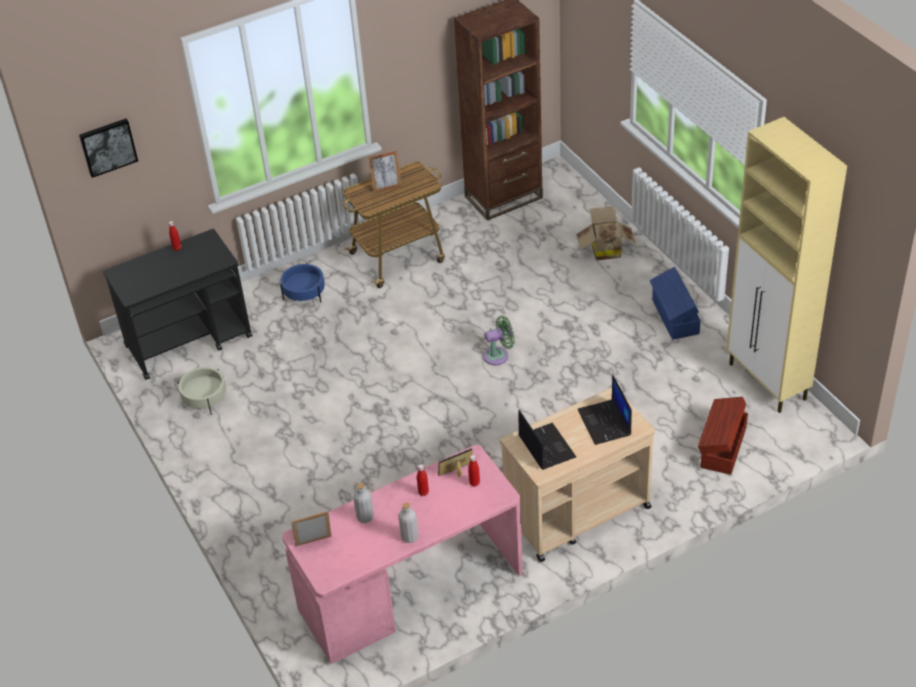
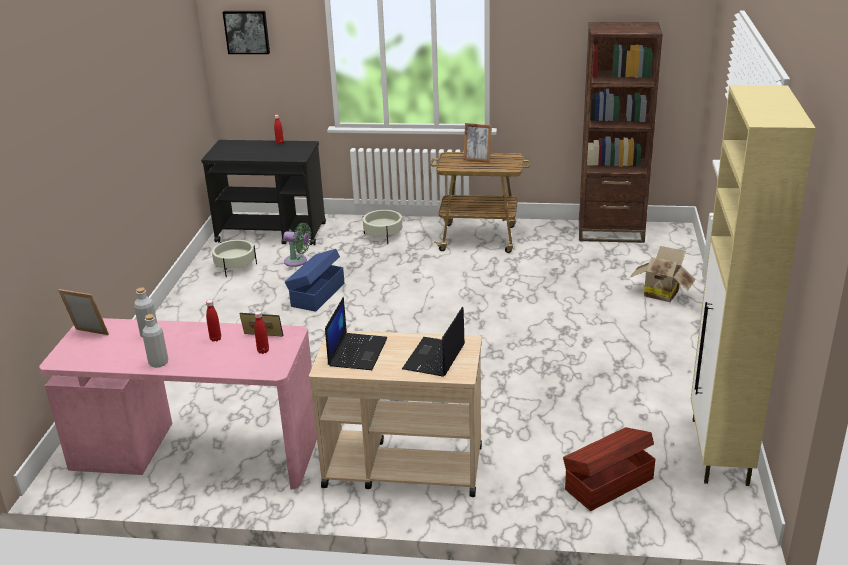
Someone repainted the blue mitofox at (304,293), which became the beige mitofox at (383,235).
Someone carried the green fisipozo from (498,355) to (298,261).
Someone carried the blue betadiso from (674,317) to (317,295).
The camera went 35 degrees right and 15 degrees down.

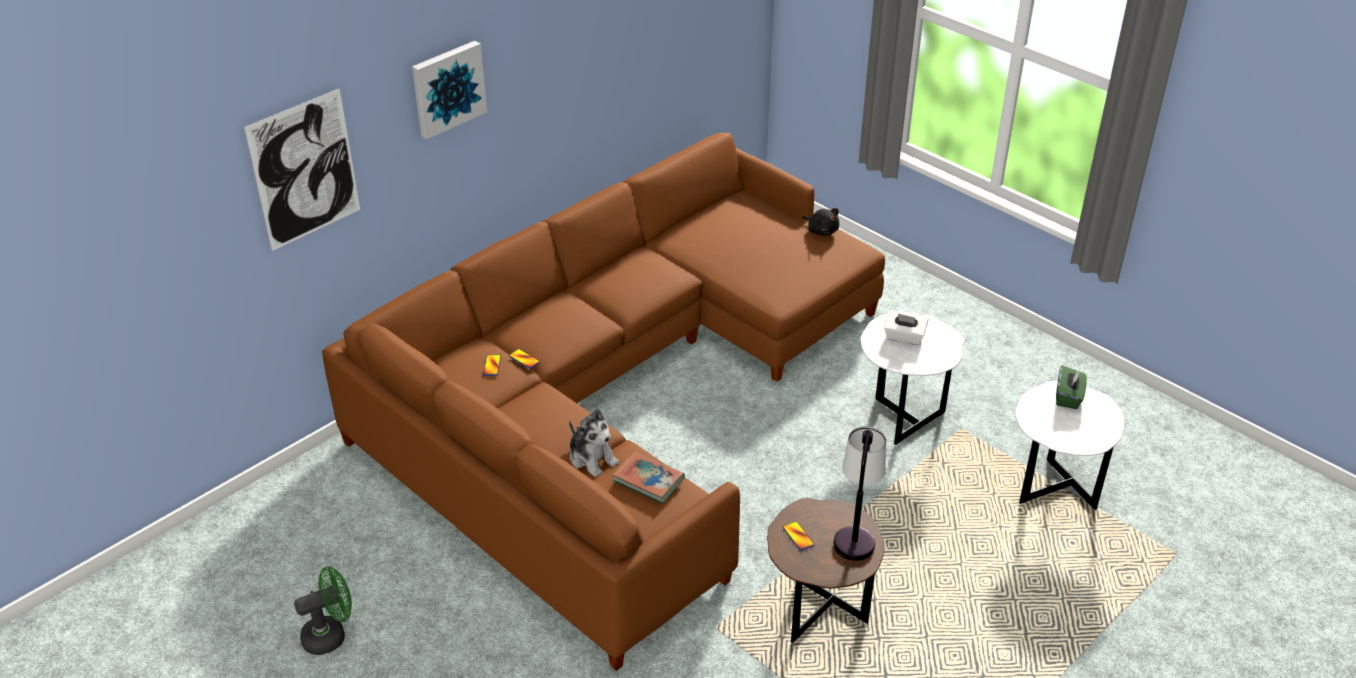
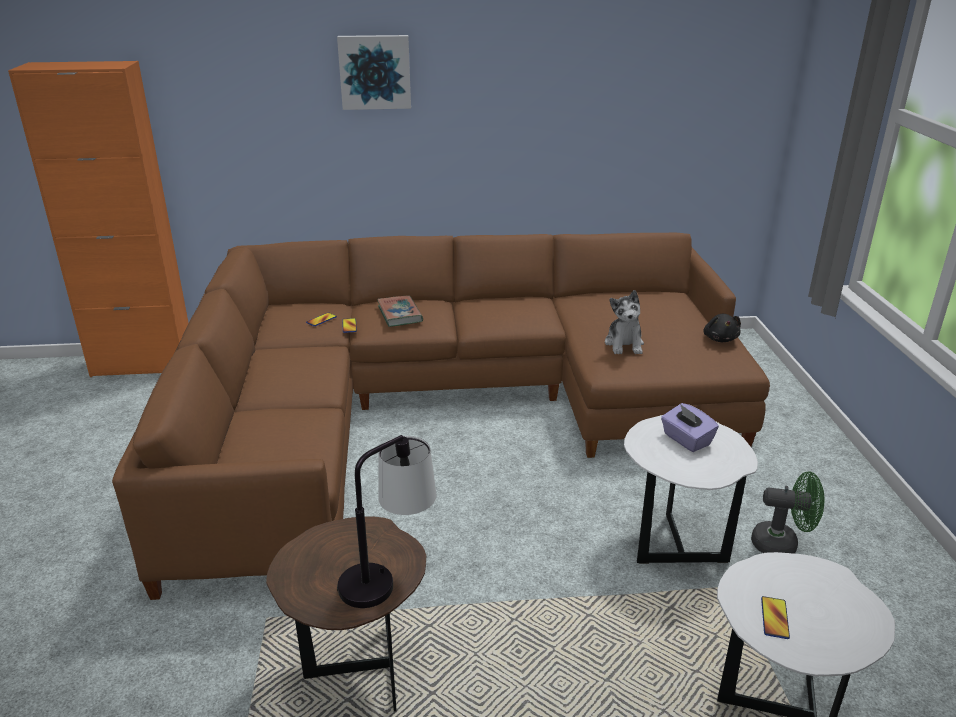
Someone took away the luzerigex at (305,170).
Someone carried the green fisipozo from (331,635) to (782,544).
Someone carried the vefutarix from (592,458) to (624,344).
Someone carried the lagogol from (648,480) to (399,314).
Someone carried the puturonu from (798,536) to (774,618).
Someone repainted the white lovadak at (904,337), which became the purple lovadak at (686,440).
Someone took away the green lovadak at (1068,397).
Someone put down the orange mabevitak at (143,365).
The camera went 40 degrees right and 10 degrees down.

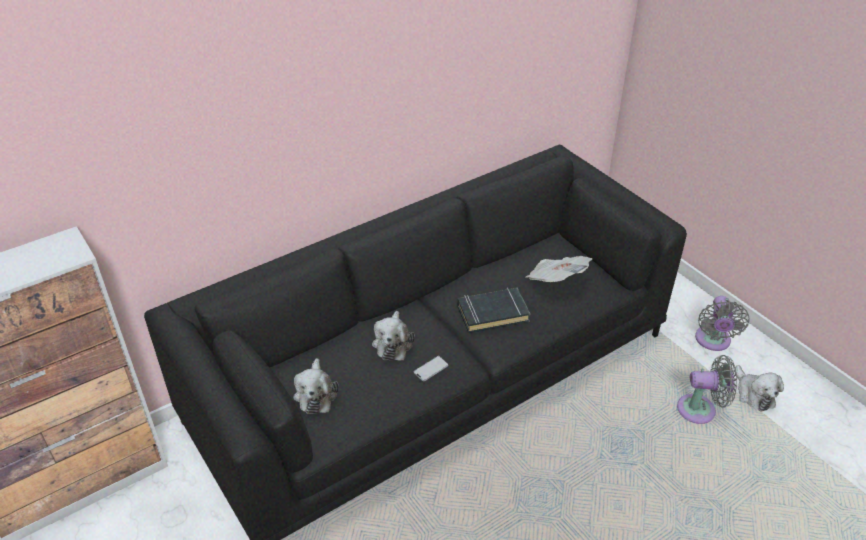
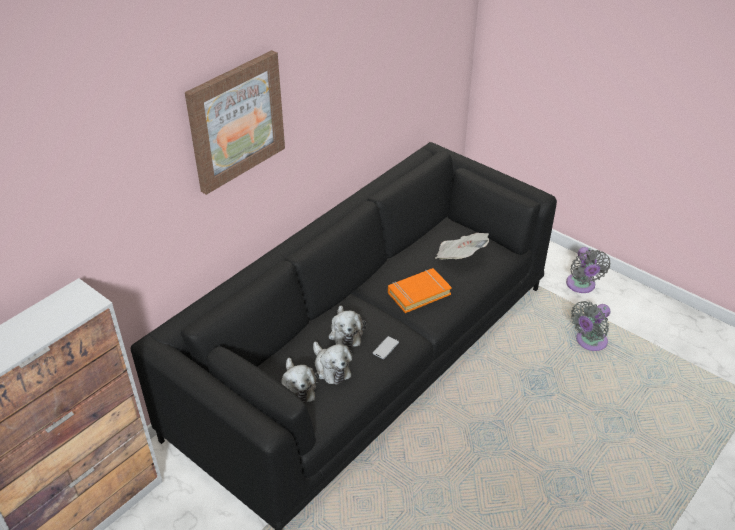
Someone repainted the black lagogol at (492,313), which became the orange lagogol at (418,293).
Someone rotated the grey fisipozo at (700,410) by 150 degrees clockwise.
Someone carried the vefutarix from (753,394) to (331,368).
Someone put up the luzerigex at (236,121).
The camera went 15 degrees left and 0 degrees up.

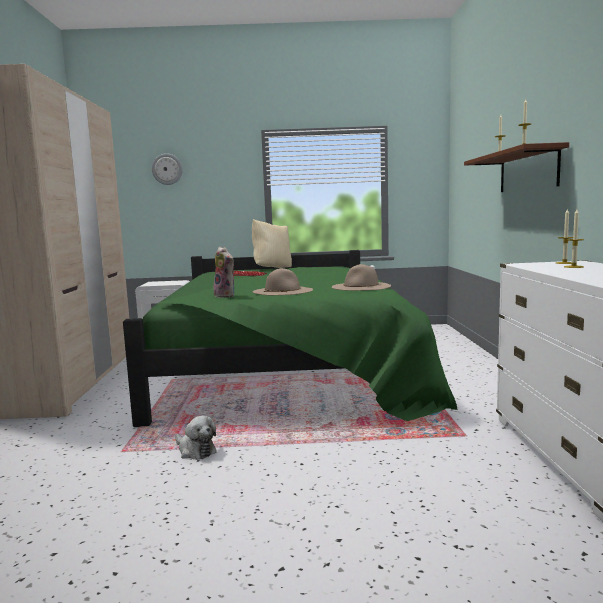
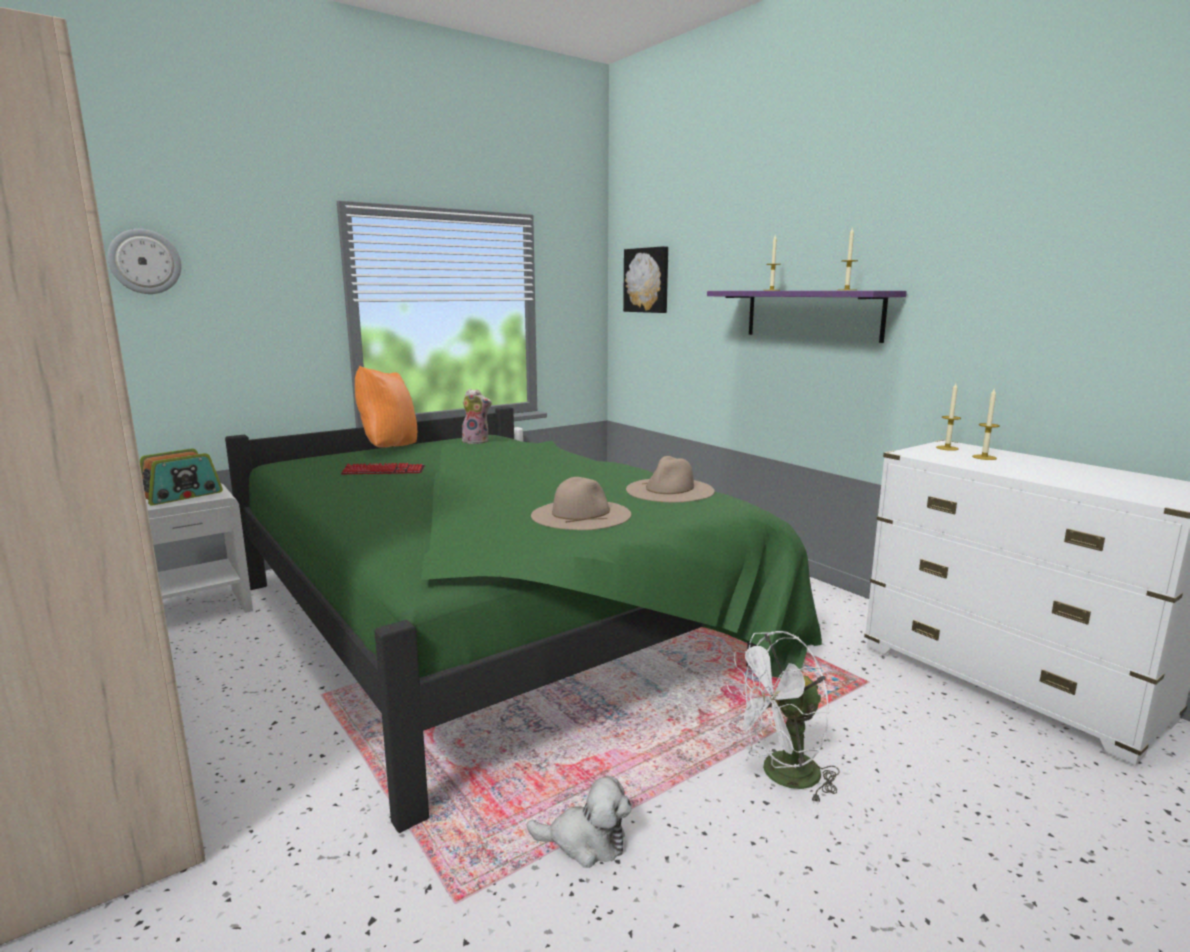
Someone carried the vefutarix from (226,296) to (477,441).
Someone repainted the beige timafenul at (272,268), which became the orange timafenul at (388,448).
Someone repainted the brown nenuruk at (527,171), which became the purple nenuruk at (812,314).
Someone put down the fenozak at (181,495).
Someone put up the luzerigex at (647,280).
Someone put down the white fisipozo at (781,776).
The camera went 35 degrees left and 5 degrees up.

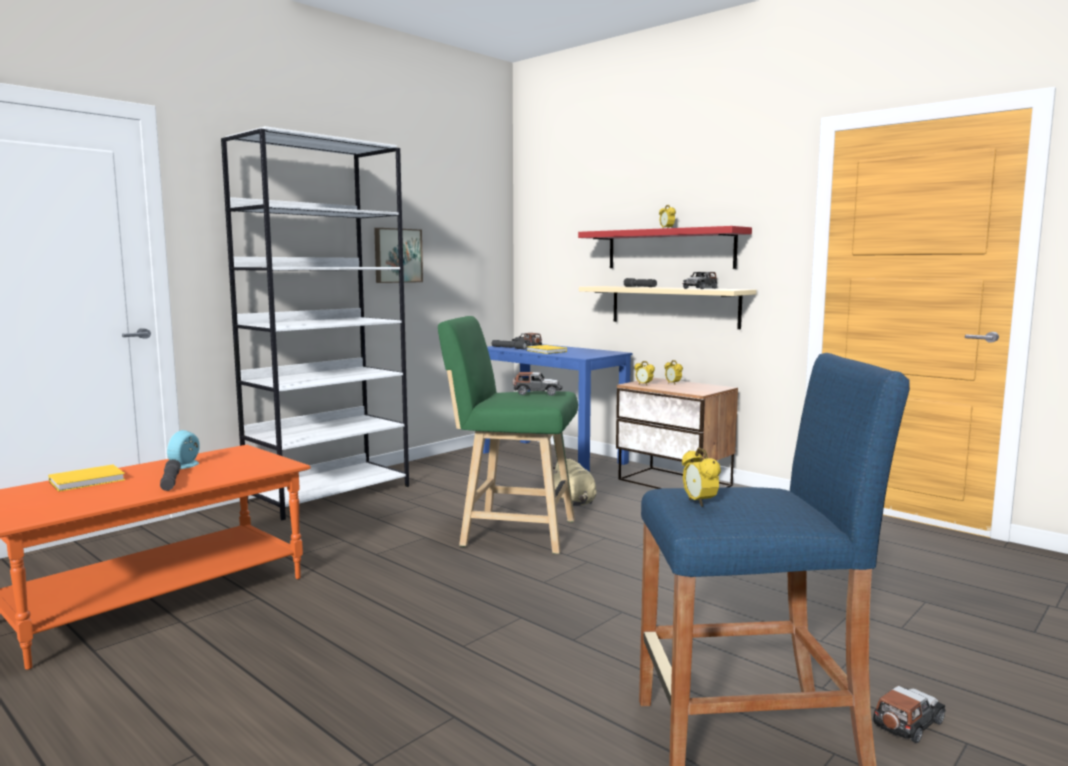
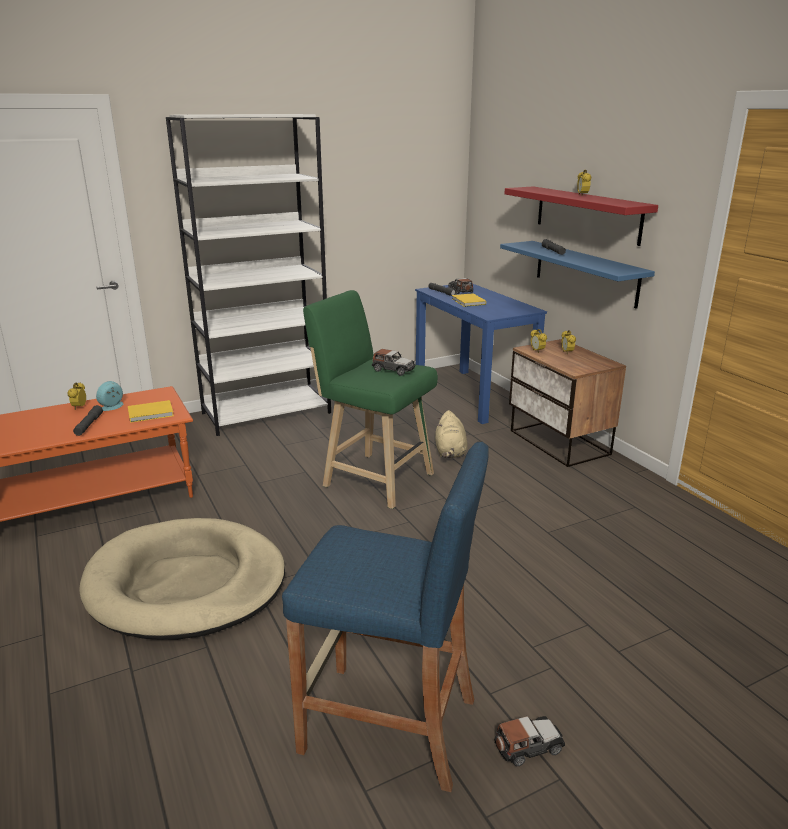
Someone carried the yellow lagogol from (89,481) to (152,413).
Someone took away the luzerigex at (397,255).
Someone repainted the beige nenuruk at (674,306), which became the blue nenuruk at (585,273).
Someone carried the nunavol from (699,503) to (79,407).
Someone took away the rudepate at (700,288).
Someone put down the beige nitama at (186,584).
The camera went 20 degrees right and 15 degrees up.

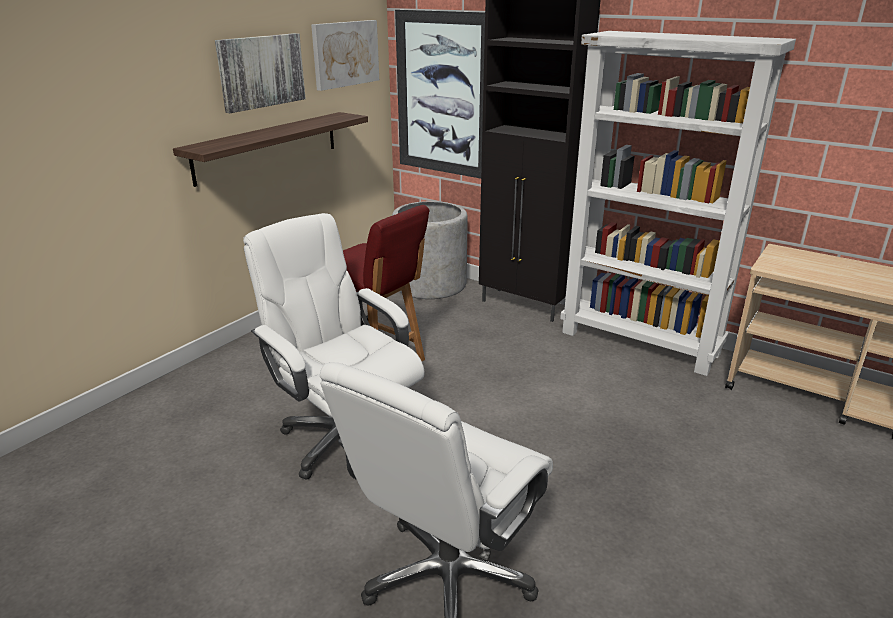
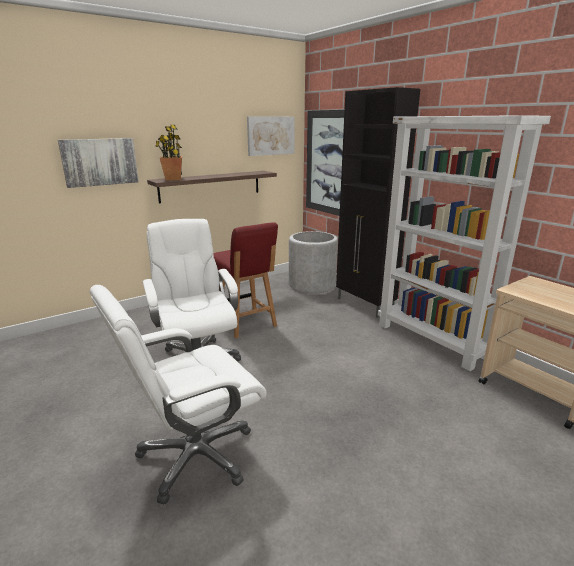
Someone carried the luzerigex from (261,71) to (100,162).
Someone put down the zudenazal at (173,179).
The camera went 20 degrees right and 5 degrees down.

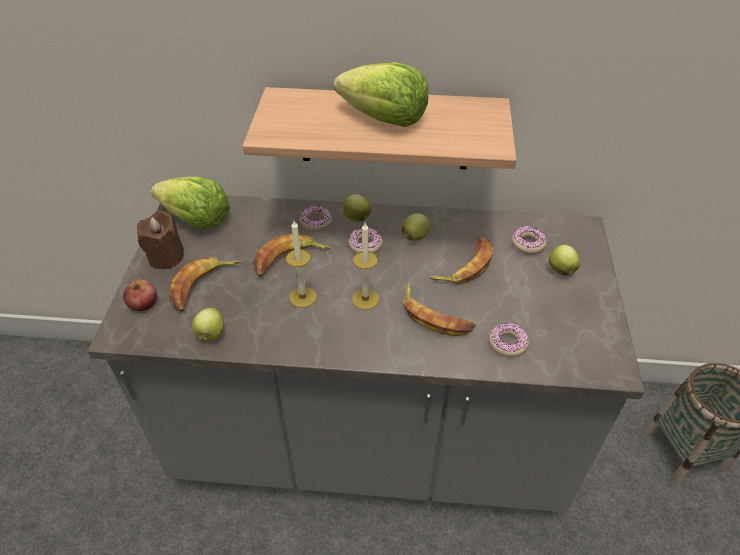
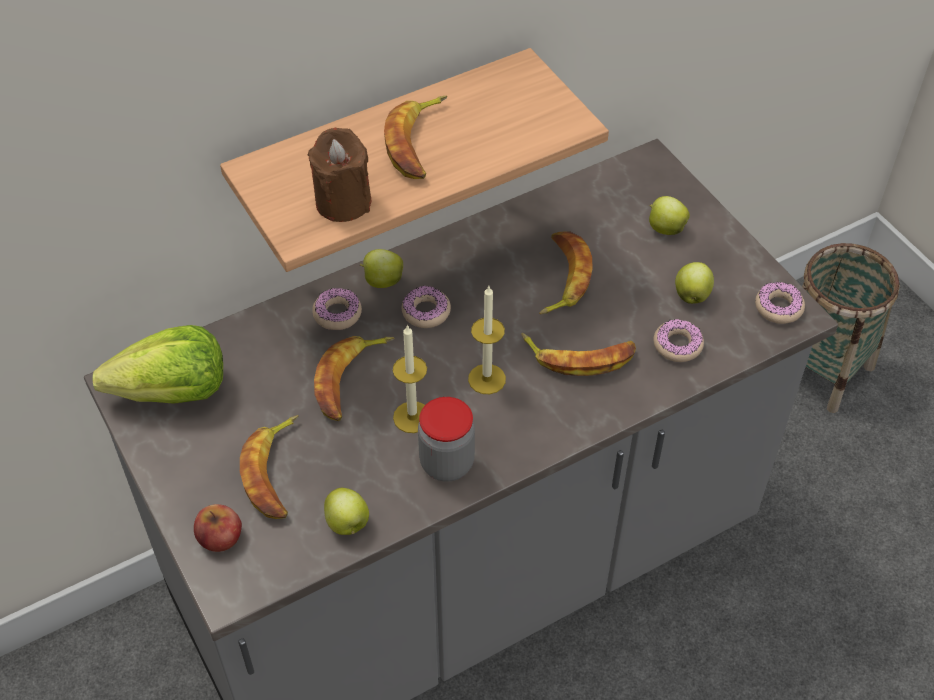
Someone carried the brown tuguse from (166,257) to (343,202).
Someone swapped the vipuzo at (384,119) for the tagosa at (418,143).
Someone carried the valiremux from (415,237) to (691,295).
Someone carried the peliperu from (528,244) to (778,307).
Someone put down the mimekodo at (447,463).
The camera went 35 degrees left and 5 degrees up.

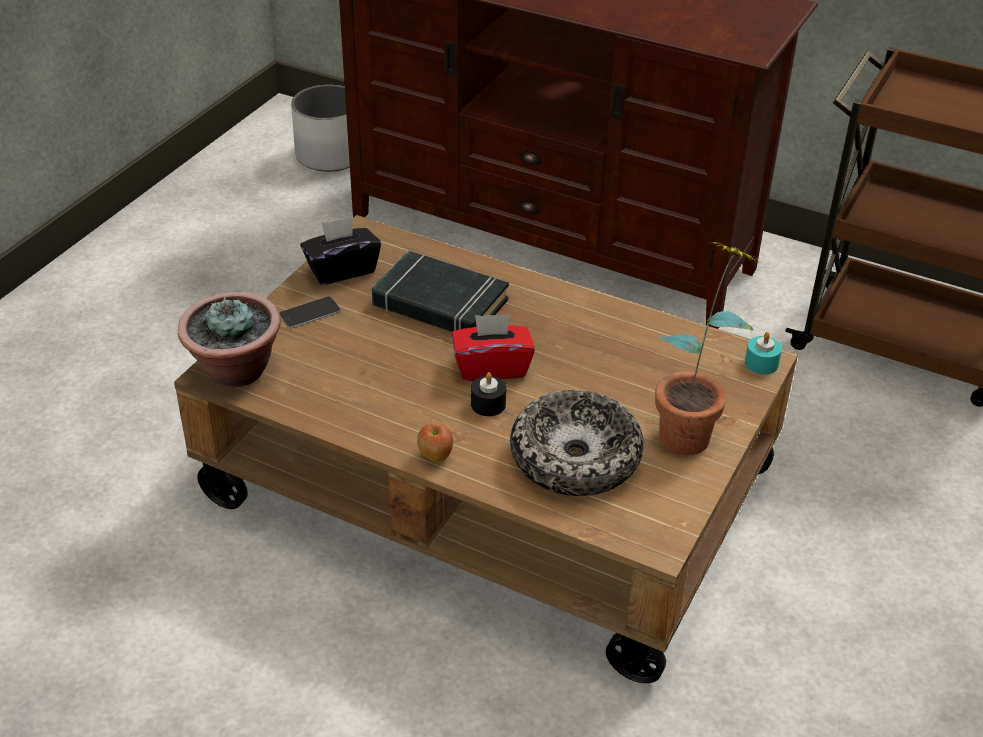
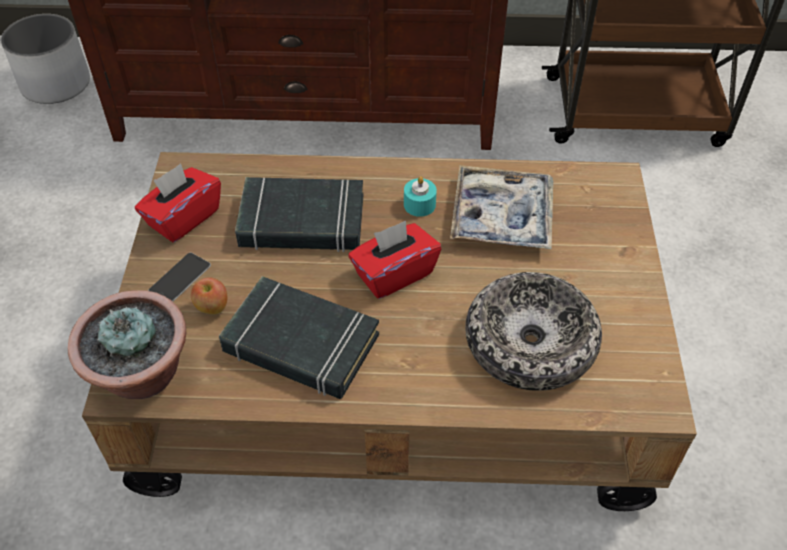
Someone repainted the black lovadak at (342,270), which became the red lovadak at (183,218).
Someone carried the valiremux from (435,456) to (212,308).
Someone took away the black tuguse at (488,404).
Someone took away the zudenazal at (692,429).
Someone carried the turquoise tuguse from (761,363) to (419,204).
Someone put down the black lagogol at (300,344).
Someone put down the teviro at (501,216).
The camera went 25 degrees left and 10 degrees up.

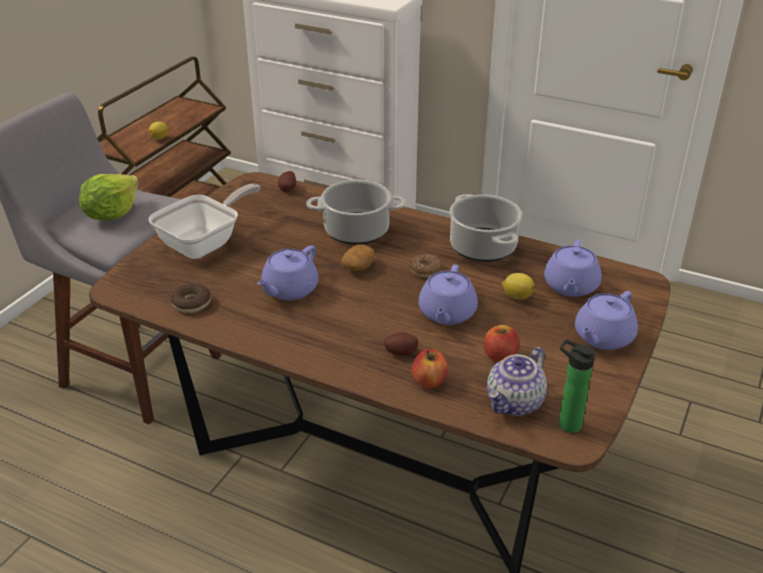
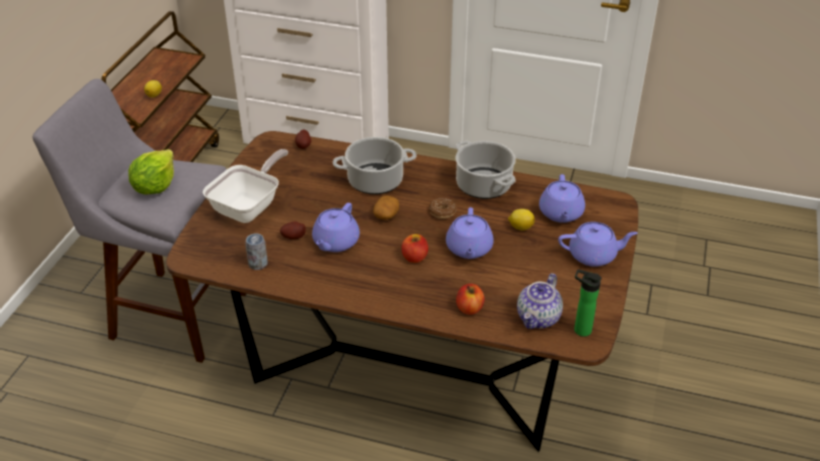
Someone swapped the peliperu at (191,303) for the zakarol at (258,264).
Someone carried the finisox from (400,352) to (293,236).
Someone carried the valiremux from (500,356) to (414,257).
Someone rotated the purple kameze at (602,337) by 120 degrees counterclockwise.
The camera went 10 degrees left and 5 degrees up.

